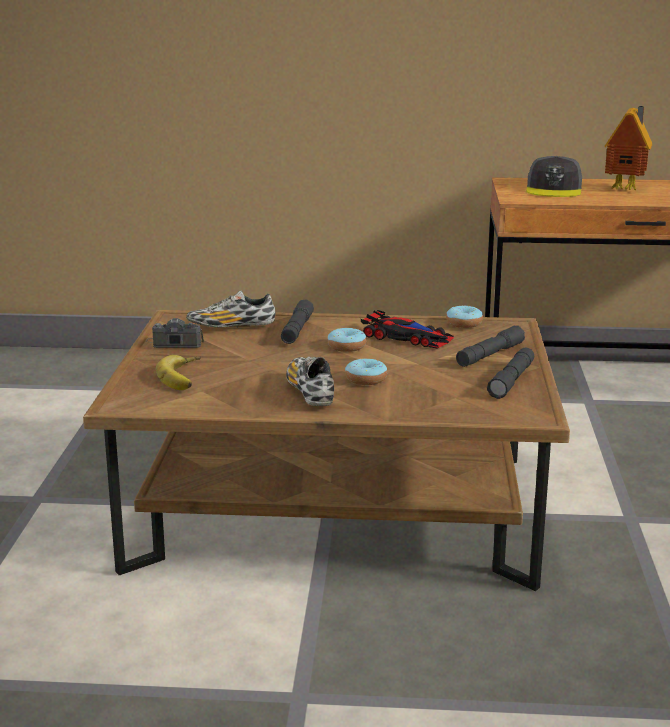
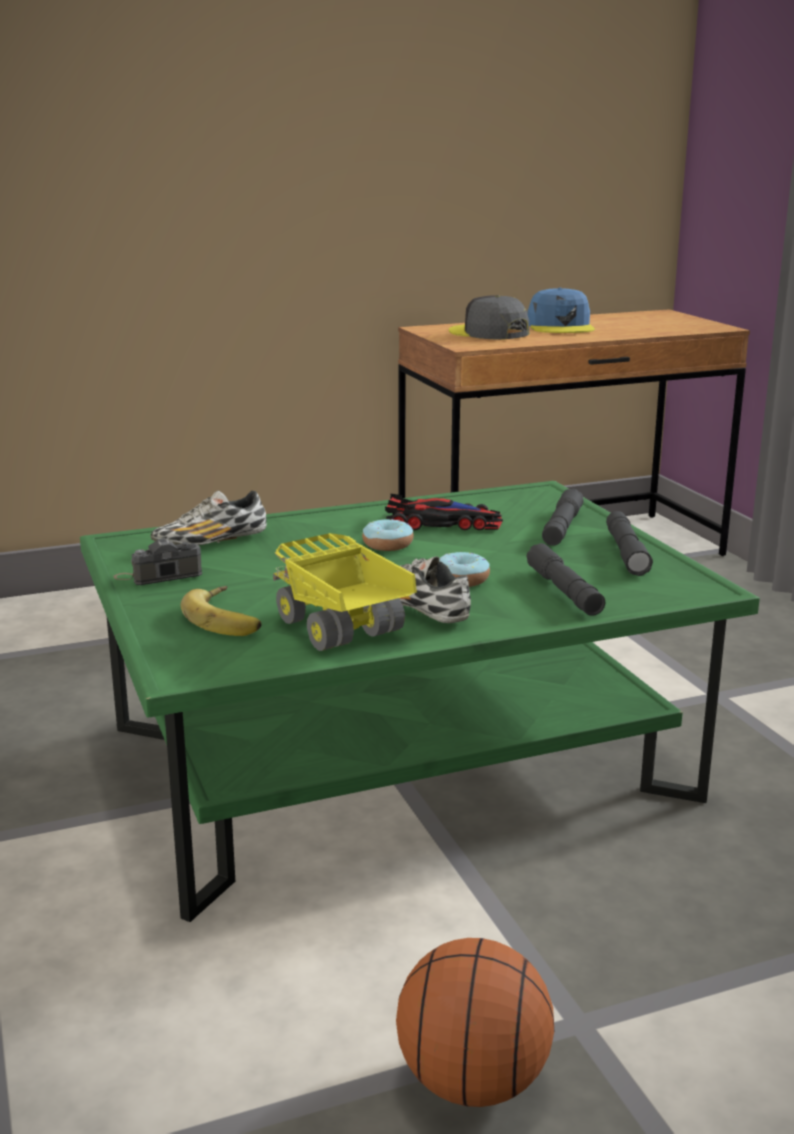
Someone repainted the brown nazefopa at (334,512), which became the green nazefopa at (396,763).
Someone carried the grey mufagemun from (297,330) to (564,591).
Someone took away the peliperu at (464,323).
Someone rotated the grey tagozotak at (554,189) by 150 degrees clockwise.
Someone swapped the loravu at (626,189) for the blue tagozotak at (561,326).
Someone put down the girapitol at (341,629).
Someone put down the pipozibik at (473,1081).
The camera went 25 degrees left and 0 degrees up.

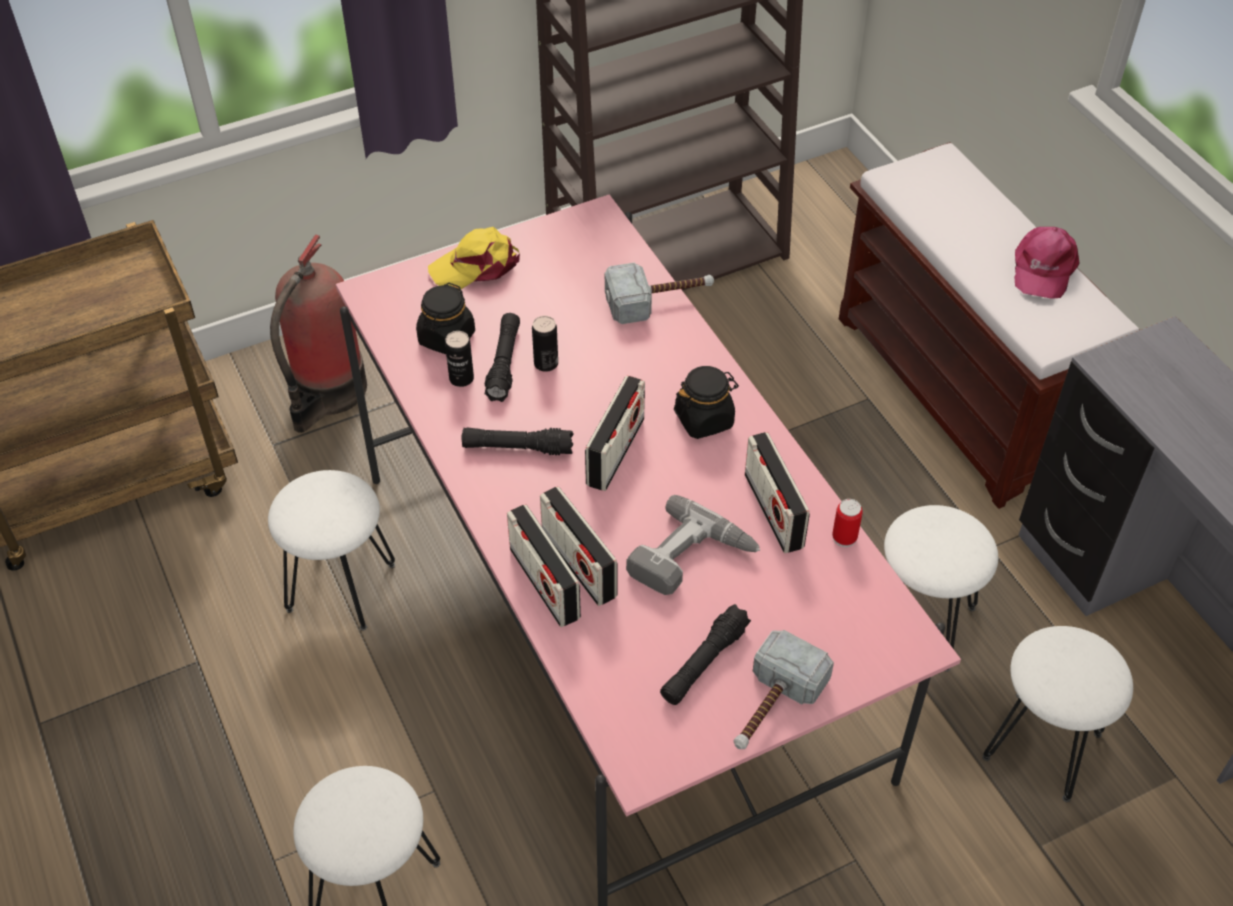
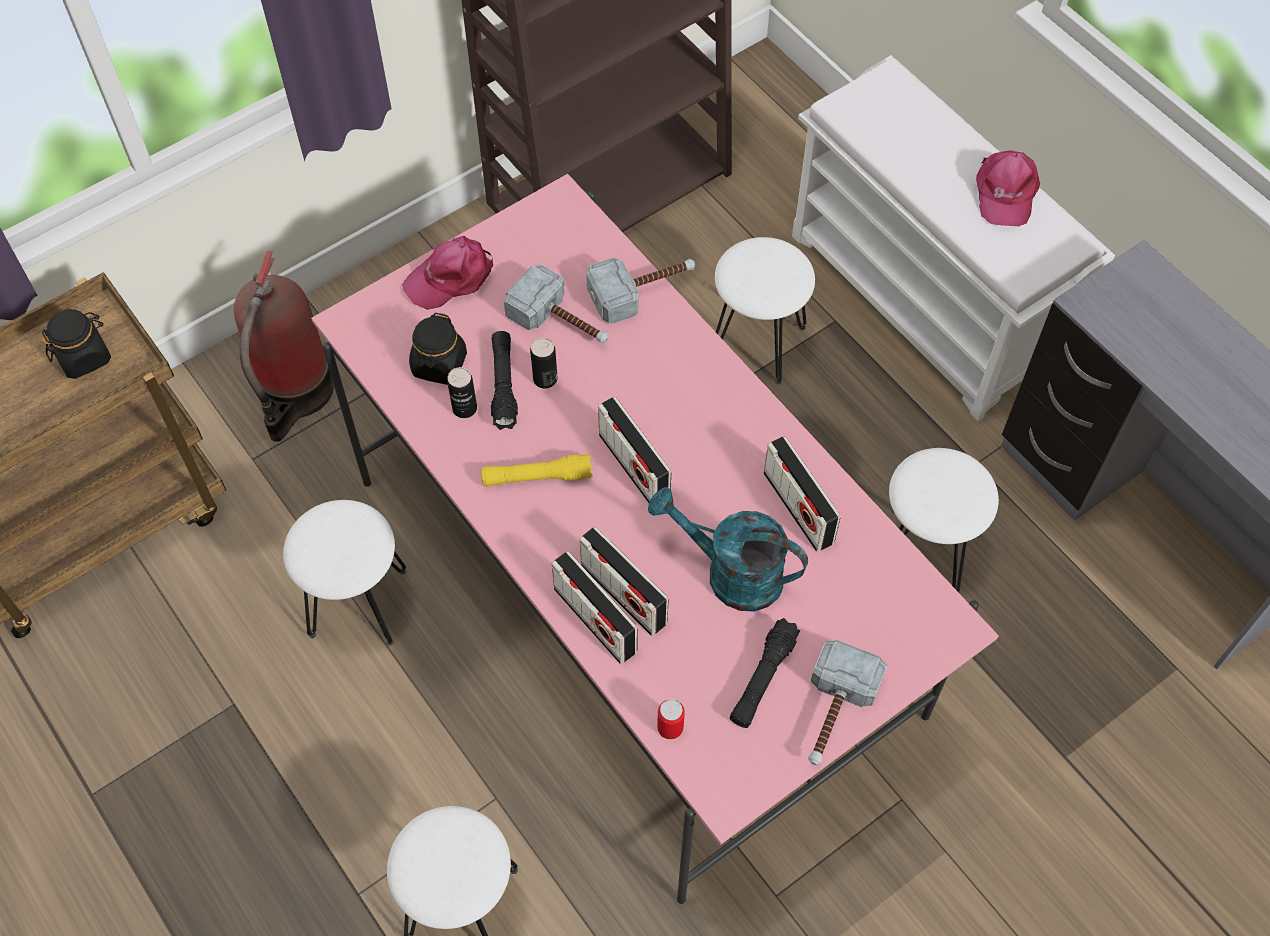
Someone repainted the yellow tagozotak at (476,266), which became the pink tagozotak at (451,277).
Someone repainted the black mufagemun at (517,448), which became the yellow mufagemun at (537,477).
Someone rotated the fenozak at (615,452) by 135 degrees clockwise.
Someone swapped the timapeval at (691,560) for the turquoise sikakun at (730,573).
Someone carried the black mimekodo from (704,419) to (84,357).
Someone carried the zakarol from (844,537) to (670,728).
Someone repainted the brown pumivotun at (960,393), which became the white pumivotun at (923,301).
Someone carried the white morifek from (1043,746) to (758,343).
Someone put down the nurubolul at (562,322).
The camera went 10 degrees left and 10 degrees up.

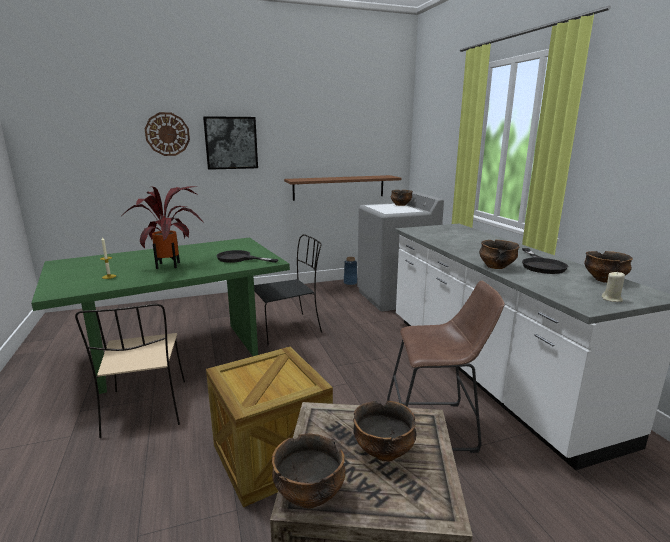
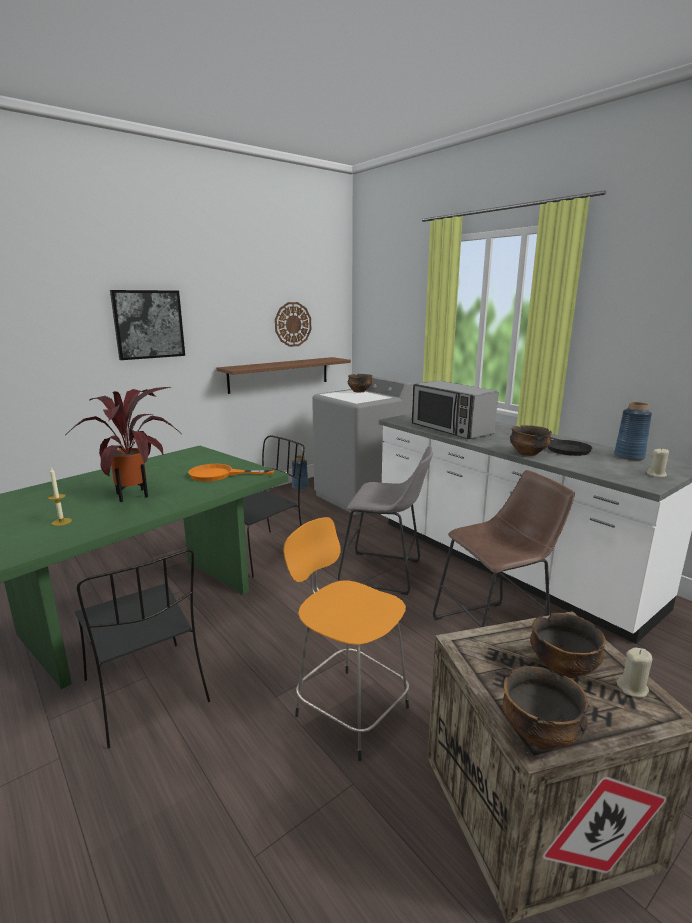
Someone repainted the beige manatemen at (146,409), which became the black manatemen at (147,693).
Someone carried the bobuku from (167,134) to (293,324).
Someone swapped the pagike at (271,456) for the orange morifek at (349,709).
Someone repainted the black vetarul at (239,258), which became the orange vetarul at (219,475).
Someone swapped the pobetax at (604,280) for the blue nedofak at (629,456).
Someone put down the grey morifek at (385,573).
Someone put down the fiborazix at (451,429).
Someone put down the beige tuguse at (632,688).
The camera went 20 degrees left and 0 degrees up.

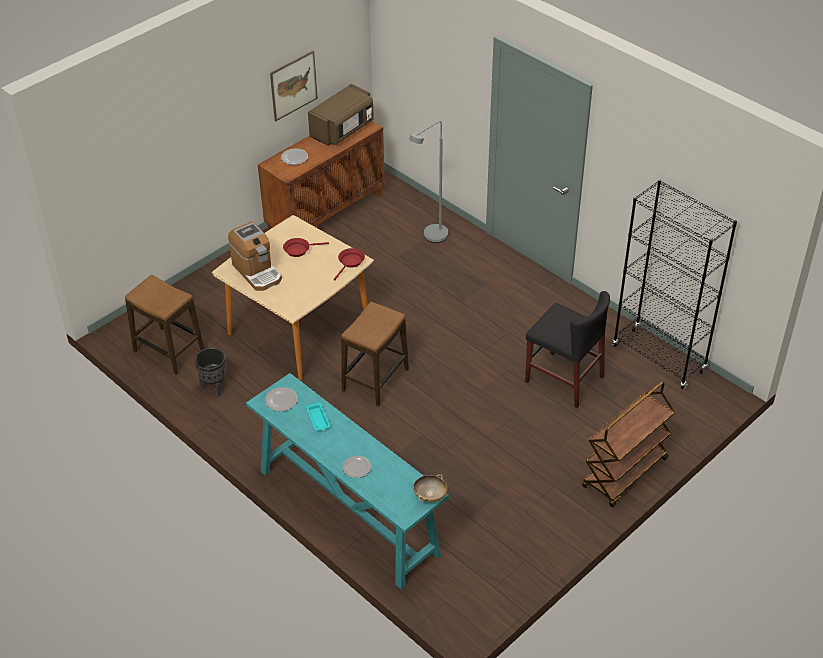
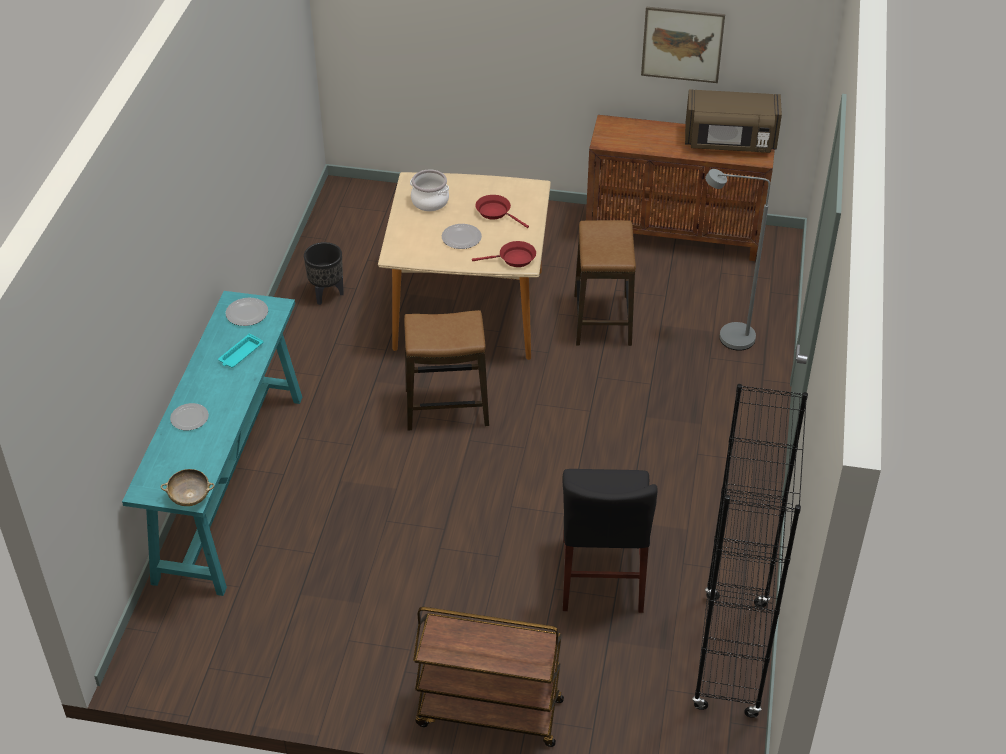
Someone carried the morifek from (169,351) to (602,320).
Someone swapped the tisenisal at (257,272) for the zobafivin at (430,201).
Someone carried the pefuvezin from (294,158) to (461,237).
The camera went 55 degrees right and 0 degrees up.

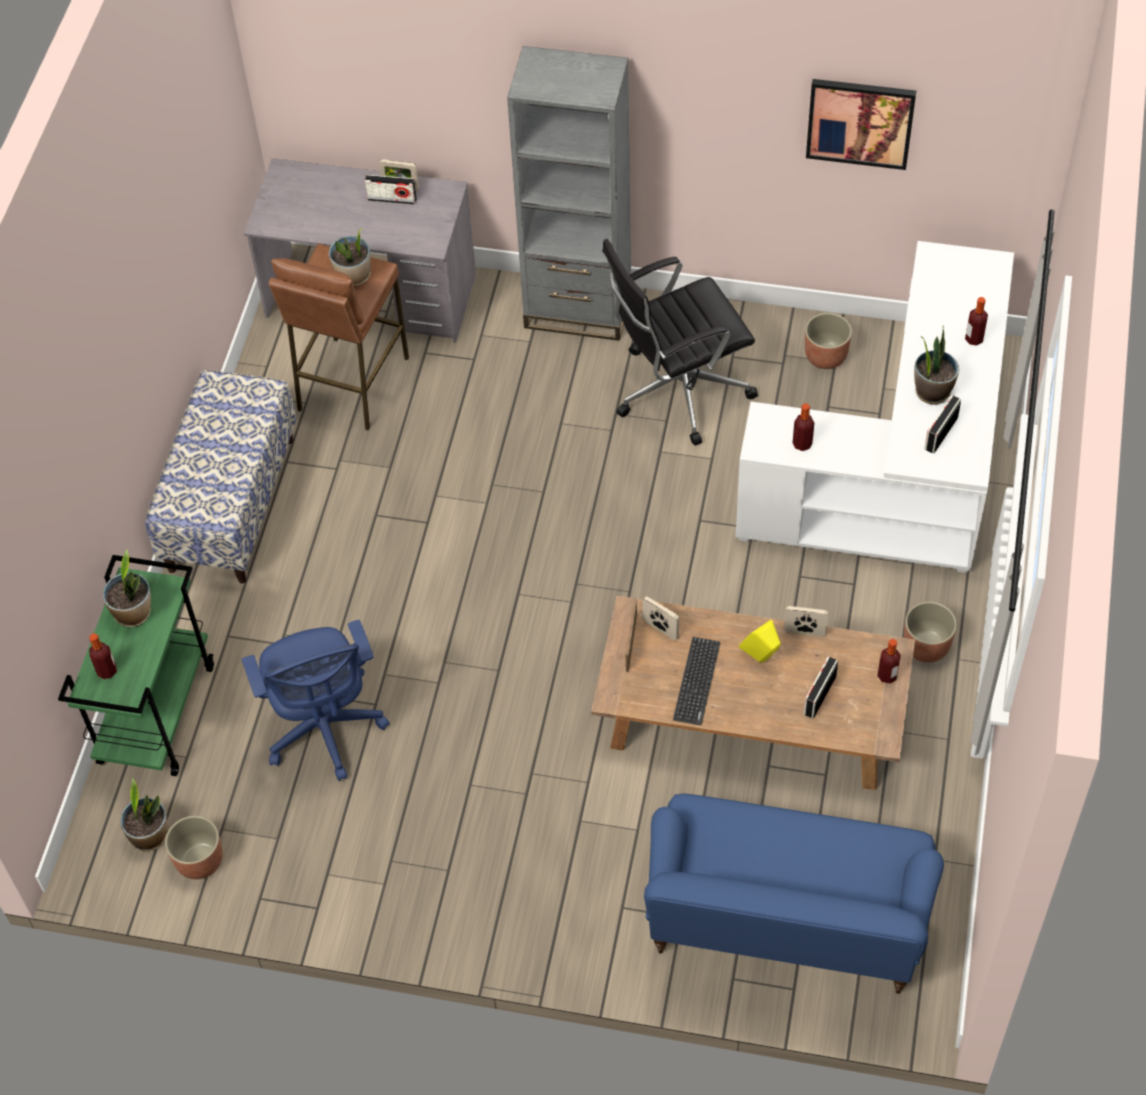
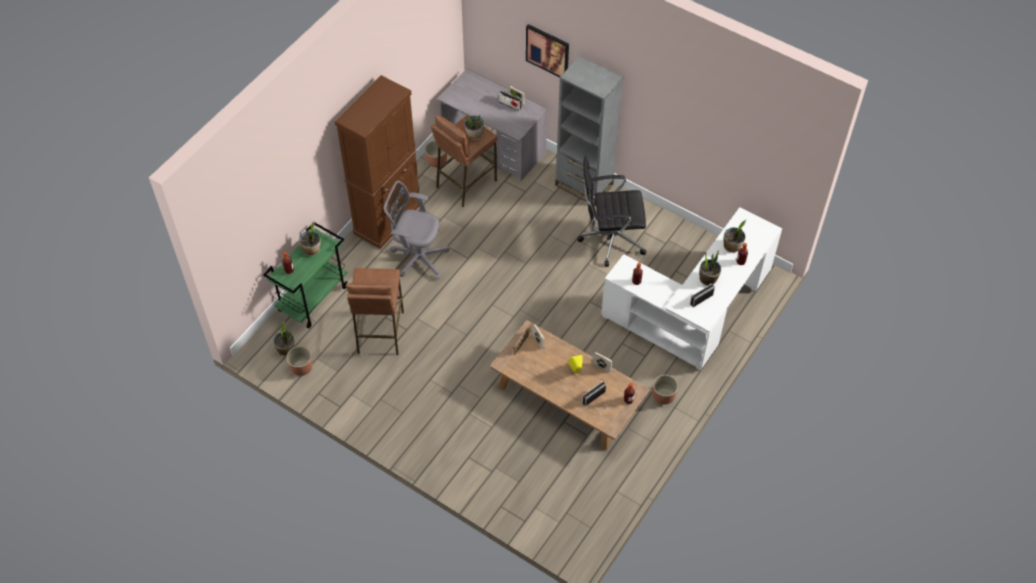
Someone swapped the pumivotun at (231,503) for the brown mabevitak at (387,218).
Someone swapped the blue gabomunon at (325,730) for the brown morifek at (380,332).
Someone took away the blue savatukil at (786,924).
Someone took away the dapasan at (696,681).
Someone carried the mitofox from (825,356) to (436,161).
Someone carried the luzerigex from (860,122) to (548,51).
Someone put down the grey gabomunon at (417,257).
Someone put down the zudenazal at (732,246).
The camera went 20 degrees right and 0 degrees up.

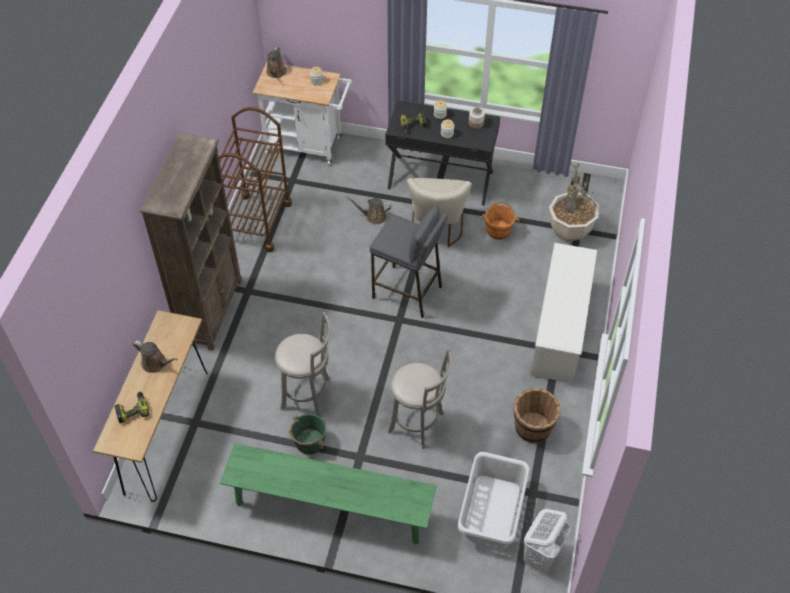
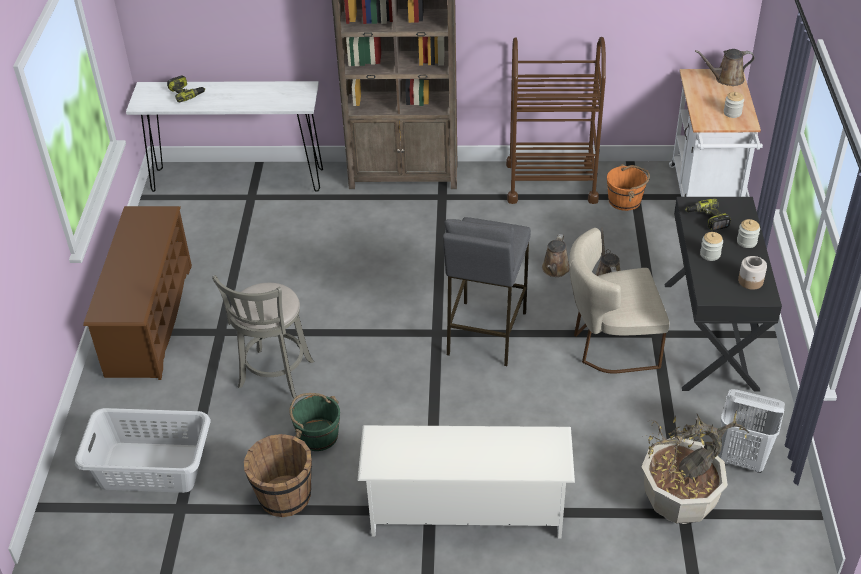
Someone repainted the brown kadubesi at (166,431), which became the white kadubesi at (237,180).
Someone carried the brown sikakun from (156,363) to (555,270).
Someone swapped the green pumivotun at (330,508) for the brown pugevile at (149,319).
Someone took away the grey morifek at (308,394).
Someone carried the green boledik from (309,442) to (317,435).
Someone carried the orange boledik from (498,230) to (625,200).
Someone carried the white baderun from (541,556) to (742,459).
The camera went 80 degrees right and 10 degrees down.

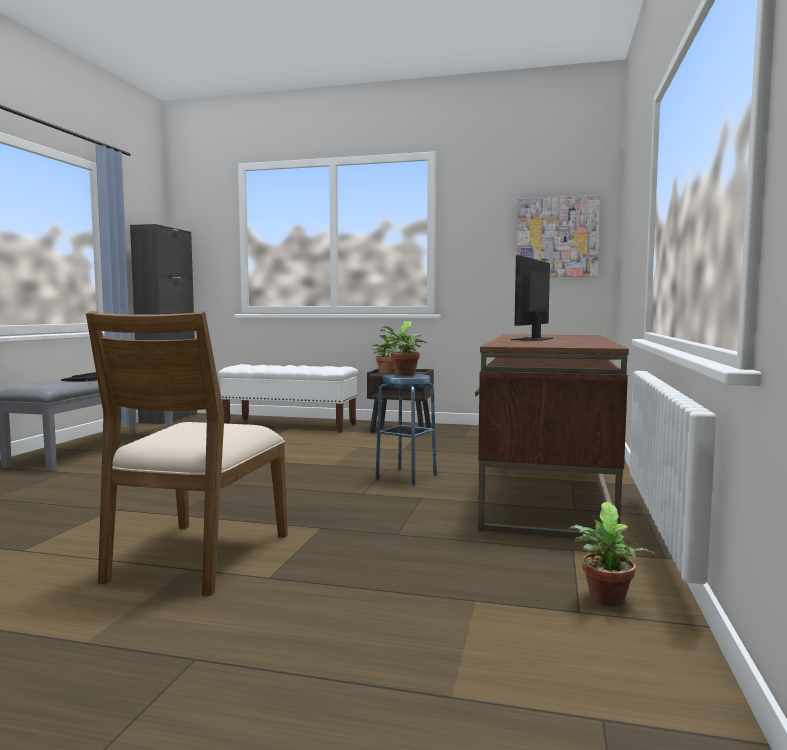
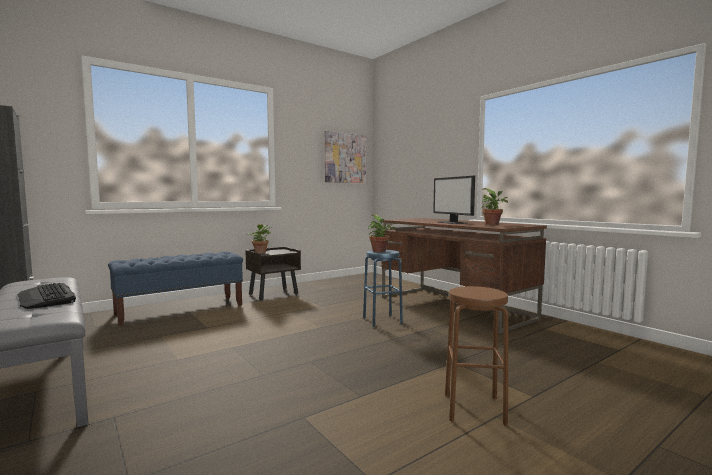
Someone swapped the brown manatemen at (197,557) for the brown morifek at (474,408).
Someone repainted the white pumivotun at (290,425), which became the blue pumivotun at (181,309).
Someone carried the zudenazal from (606,601) to (493,224).
The camera went 50 degrees left and 0 degrees up.

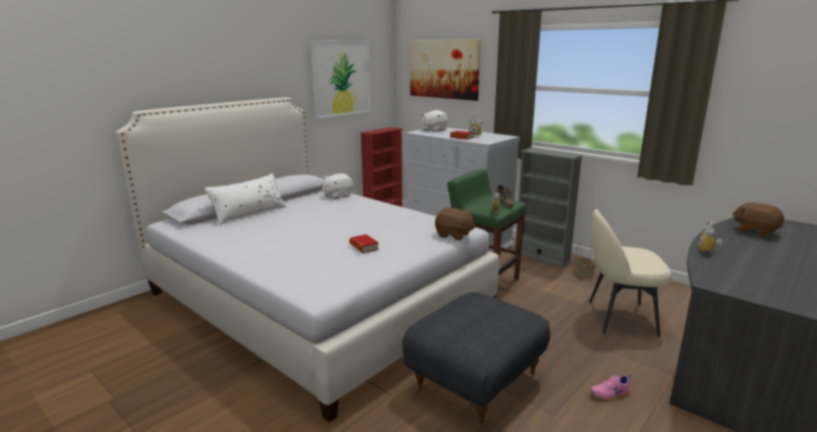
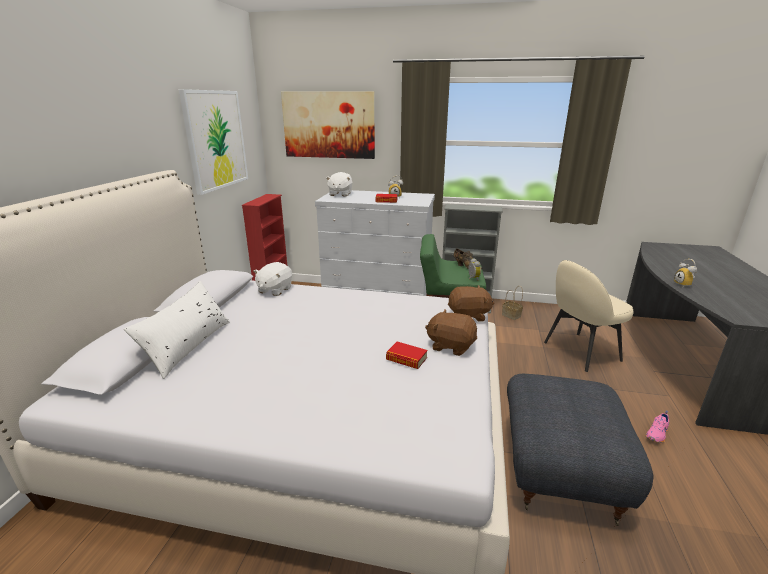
Someone carried the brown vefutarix from (755,231) to (451,345).
The camera went 30 degrees left and 5 degrees up.

